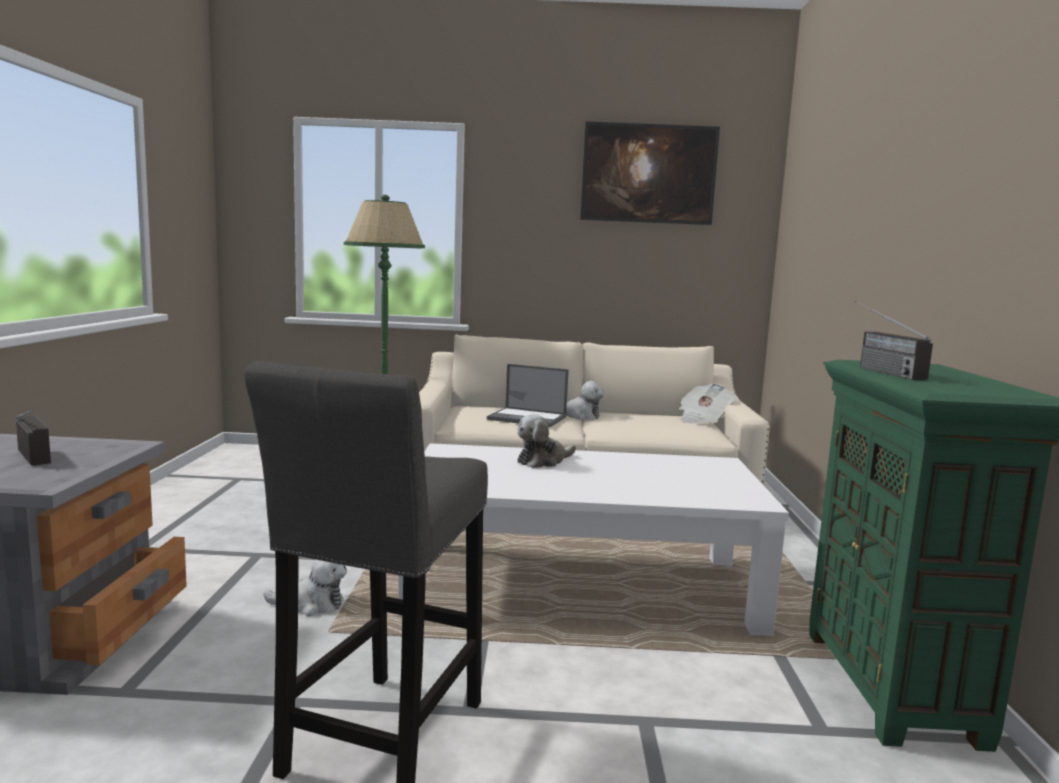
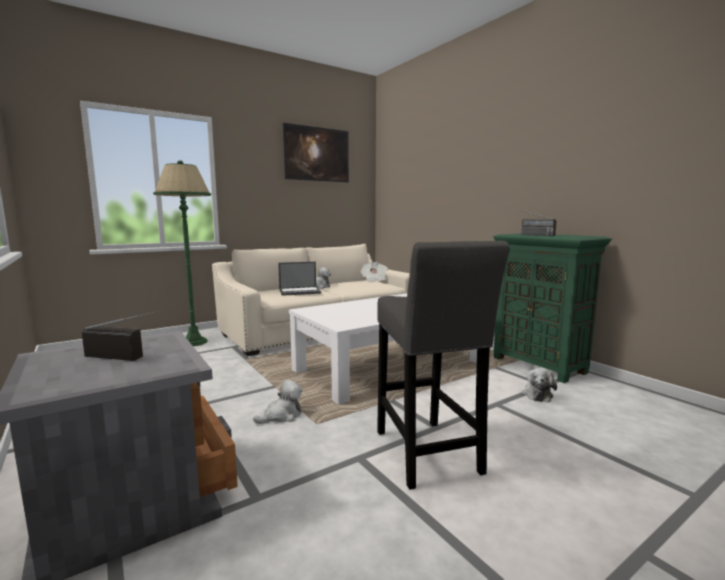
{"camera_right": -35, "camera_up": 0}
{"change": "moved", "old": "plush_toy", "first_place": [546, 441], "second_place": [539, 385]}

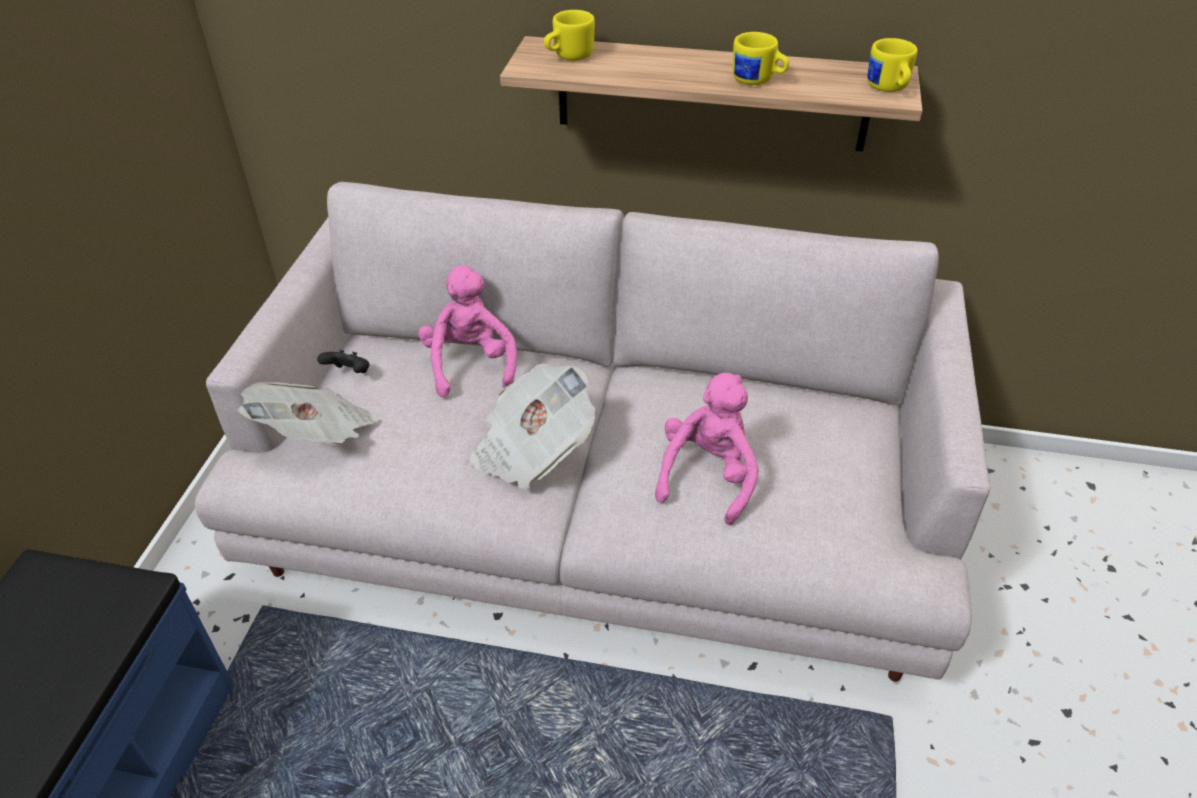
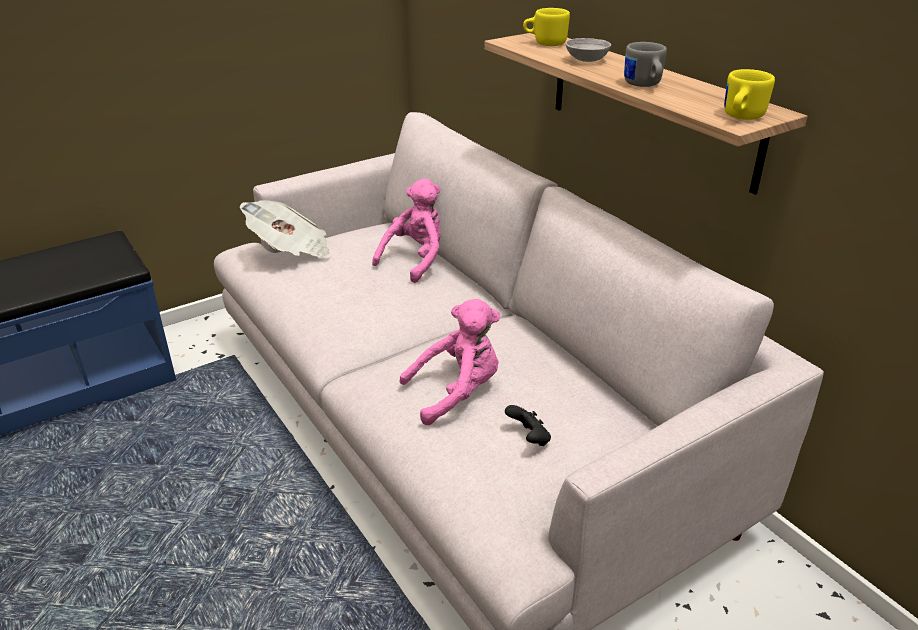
{"camera_right": 45, "camera_up": -10}
{"change": "recoloured", "old": "yellow_mug", "new": "grey_mug", "first_place": [760, 58], "second_place": [645, 64]}
{"change": "moved", "old": "black_game_controller", "first_place": [343, 361], "second_place": [528, 425]}
{"change": "removed", "old": "newspaper", "first_place": [533, 426]}
{"change": "added", "new": "grey_bowl", "second_place": [588, 50]}

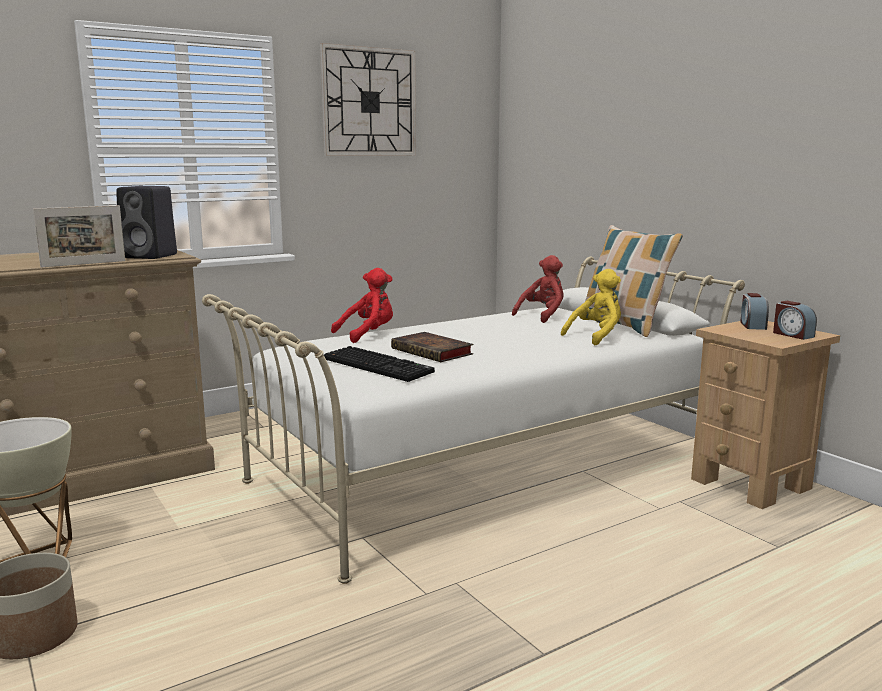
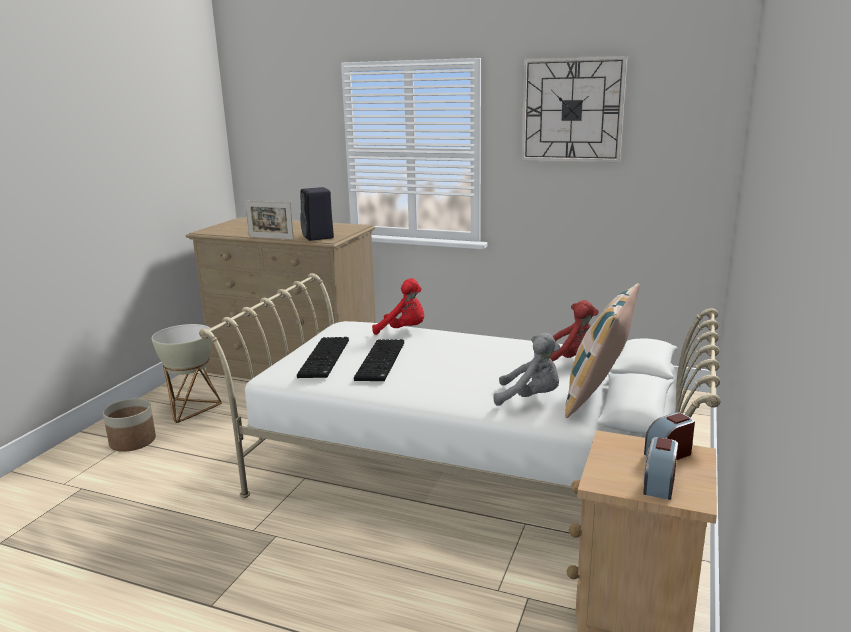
{"camera_right": 55, "camera_up": 5}
{"change": "recoloured", "old": "yellow_plush_toy", "new": "grey_plush_toy", "first_place": [591, 307], "second_place": [527, 369]}
{"change": "replaced", "old": "book", "new": "keyboard", "first_place": [432, 347], "second_place": [379, 360]}

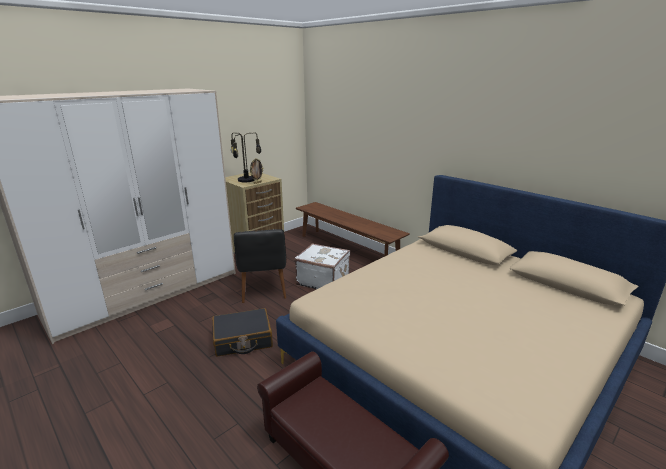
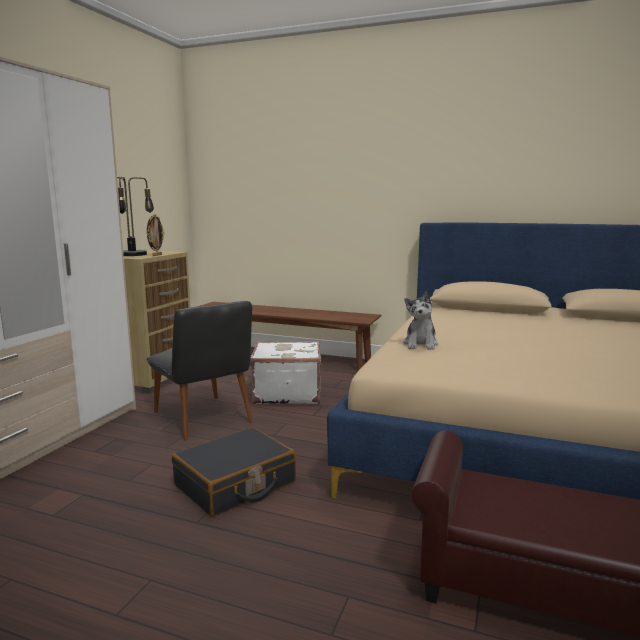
{"camera_right": -25, "camera_up": -10}
{"change": "added", "new": "plush_toy", "second_place": [420, 320]}

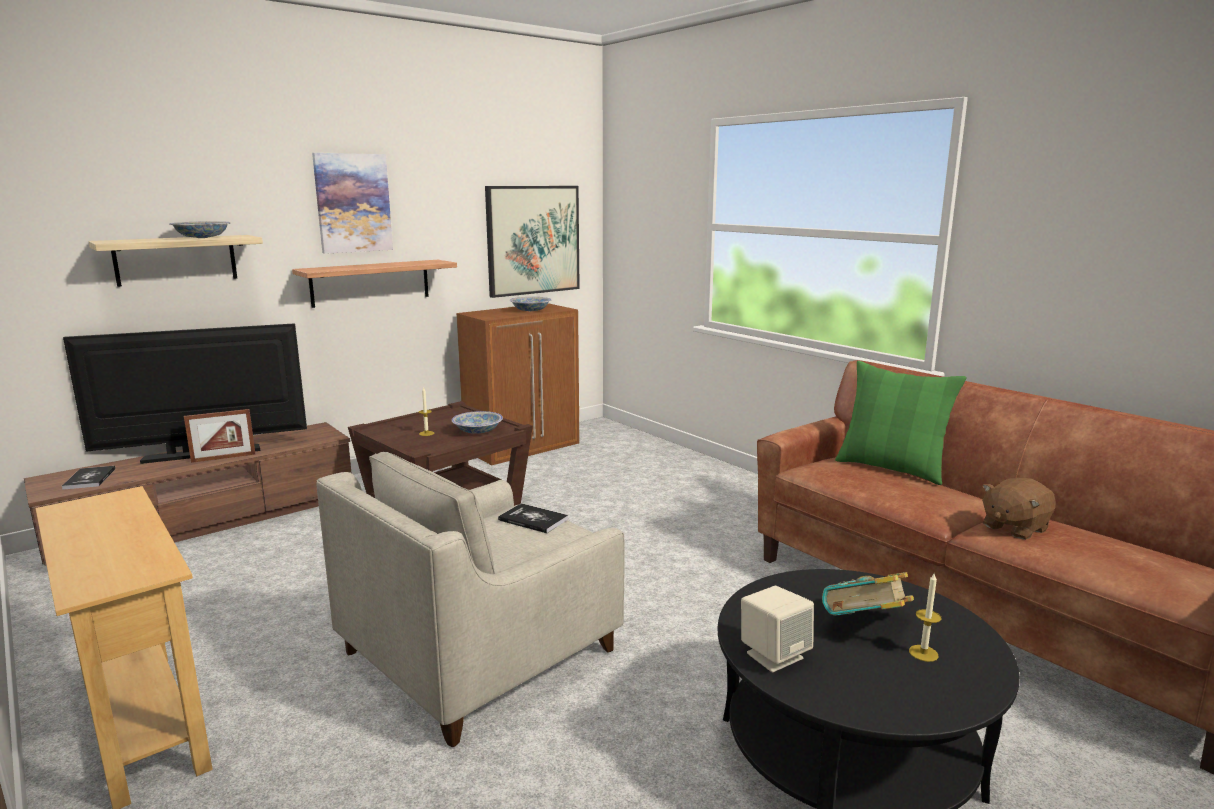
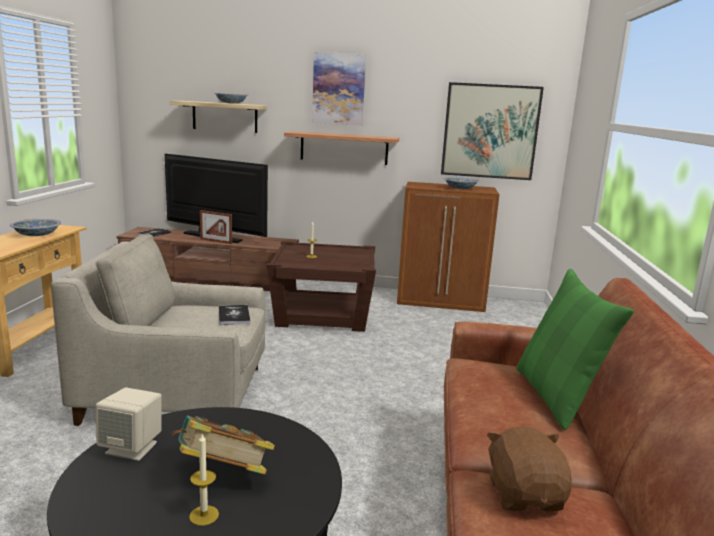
{"camera_right": 45, "camera_up": 0}
{"change": "moved", "old": "bowl", "first_place": [477, 422], "second_place": [35, 227]}
{"change": "turned", "old": "brown_plush_toy", "first_place": [1018, 509], "second_place": [529, 469], "degrees": 75}

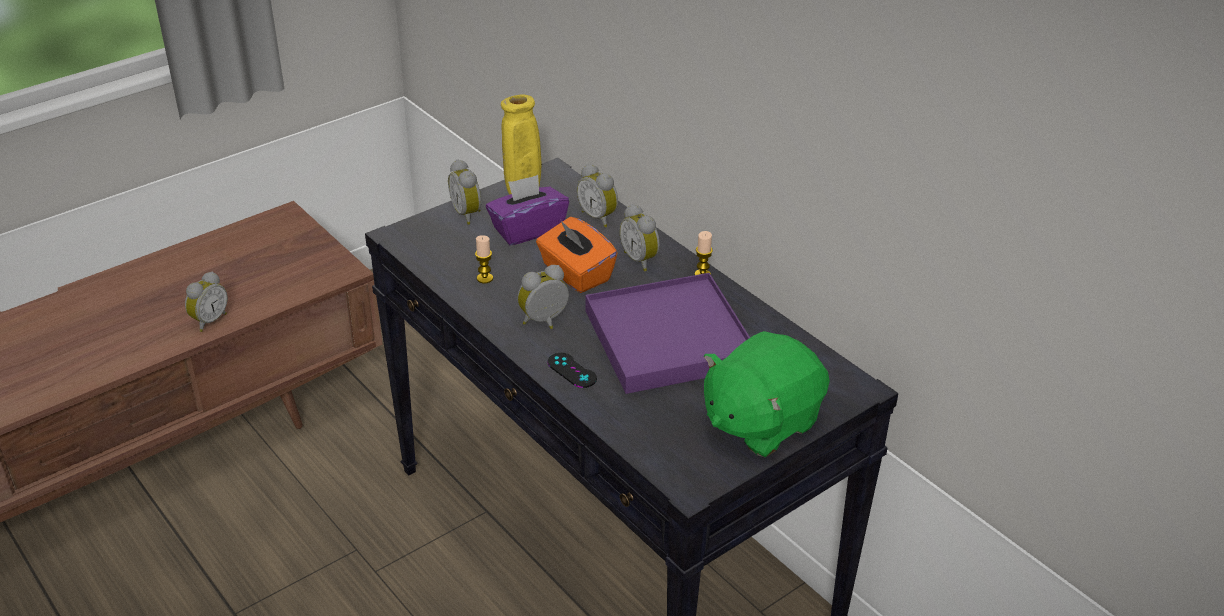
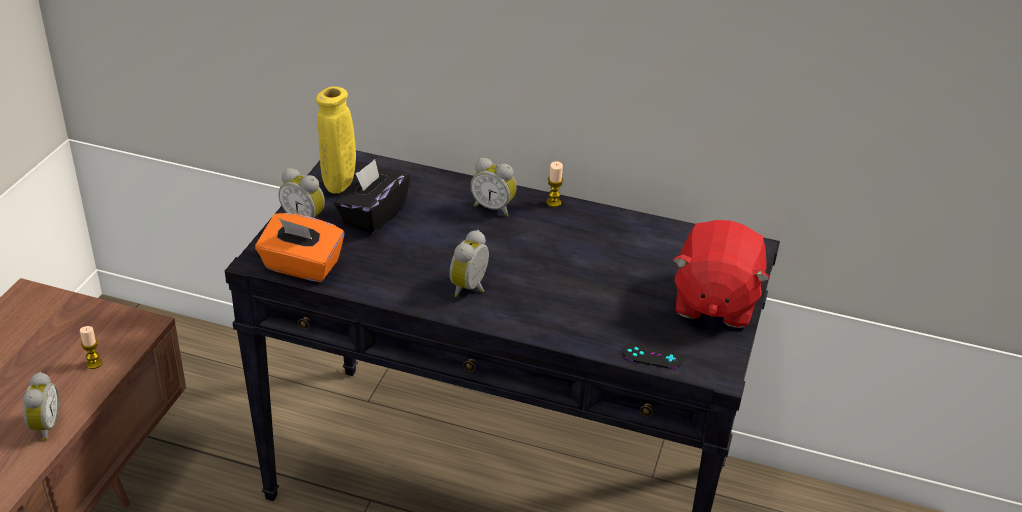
{"camera_right": -35, "camera_up": 0}
{"change": "removed", "old": "alarm_clock", "first_place": [597, 195]}
{"change": "recoloured", "old": "purple_tissue_box", "new": "black_tissue_box", "first_place": [527, 210], "second_place": [372, 196]}
{"change": "moved", "old": "orange_tissue_box", "first_place": [577, 255], "second_place": [299, 247]}
{"change": "moved", "old": "candle", "first_place": [484, 259], "second_place": [91, 347]}
{"change": "removed", "old": "purple_tray", "first_place": [667, 333]}
{"change": "recoloured", "old": "green_plush_toy", "new": "red_plush_toy", "first_place": [767, 394], "second_place": [721, 274]}
{"change": "moved", "old": "black_game_controller", "first_place": [572, 370], "second_place": [653, 356]}

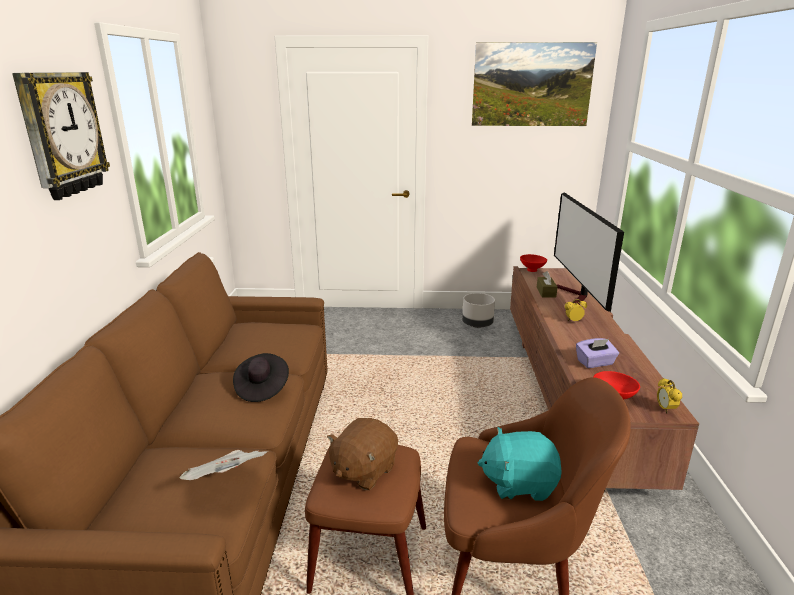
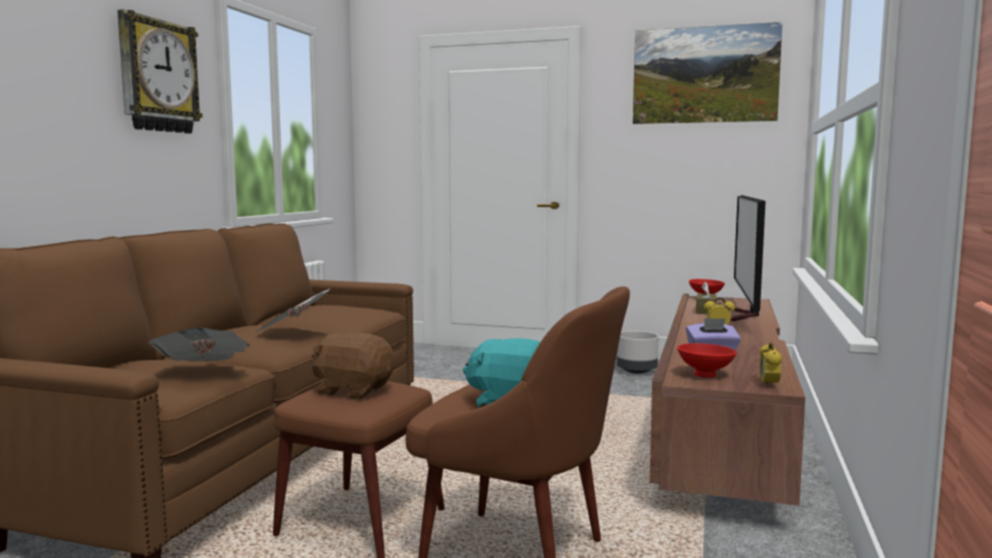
{"camera_right": 15, "camera_up": -15}
{"change": "replaced", "old": "black_hat", "new": "newspaper", "first_place": [261, 377], "second_place": [293, 310]}
{"change": "turned", "old": "brown_plush_toy", "first_place": [362, 454], "second_place": [352, 366], "degrees": 60}

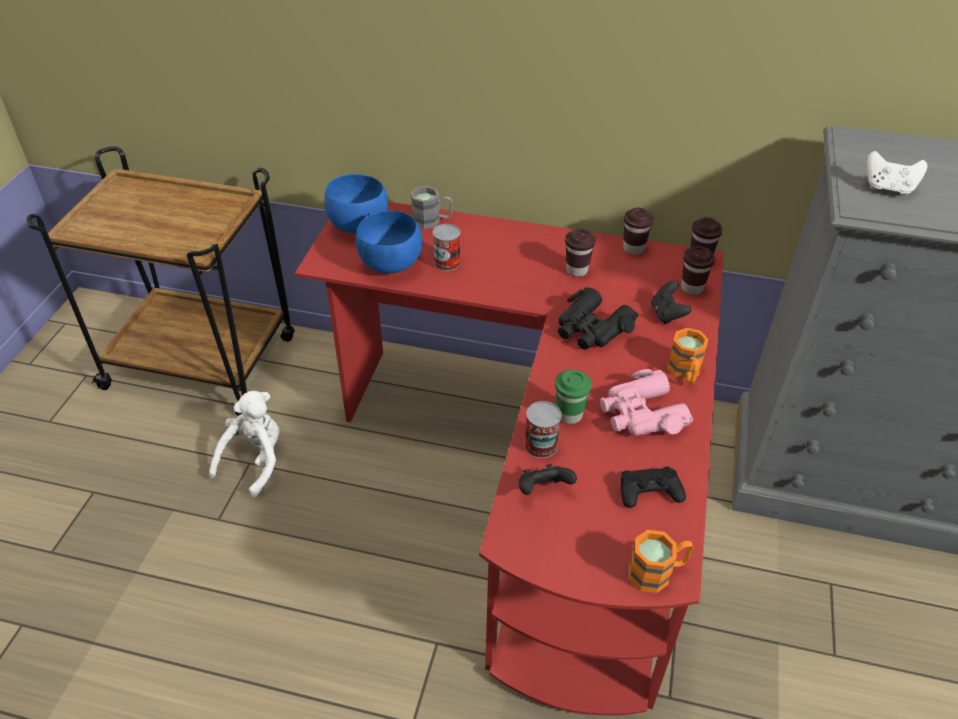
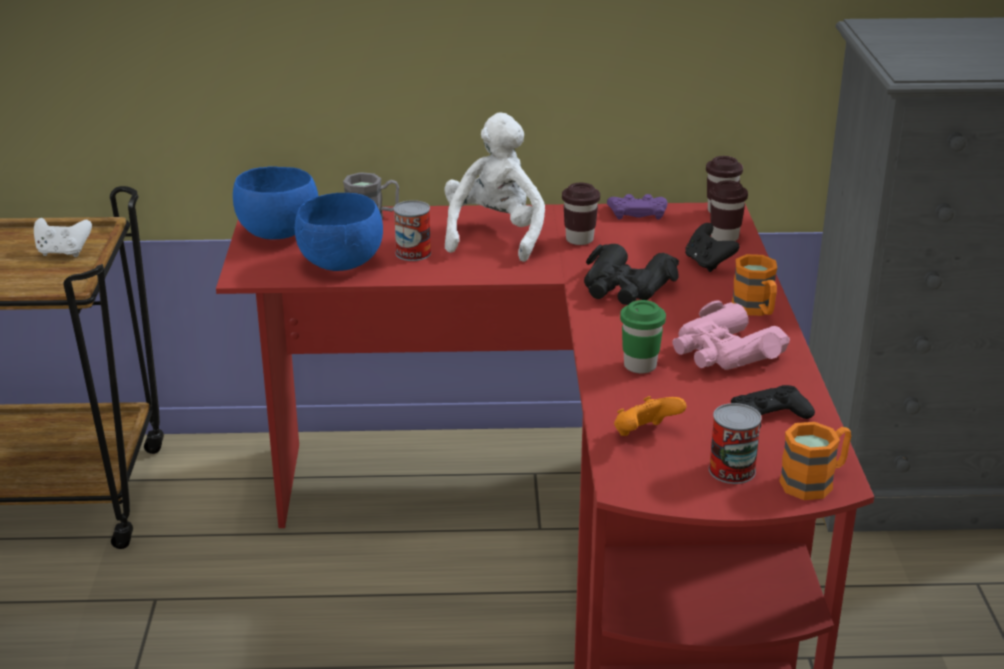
{"camera_right": -15, "camera_up": -15}
{"change": "moved", "old": "white_game_controller", "first_place": [897, 173], "second_place": [63, 237]}
{"change": "replaced", "old": "brown_cup", "new": "purple_game_controller", "first_place": [638, 231], "second_place": [637, 207]}
{"change": "moved", "old": "white_plush_toy", "first_place": [244, 444], "second_place": [494, 187]}
{"change": "moved", "old": "can", "first_place": [542, 429], "second_place": [735, 443]}
{"change": "recoloured", "old": "black_game_controller", "new": "orange_game_controller", "first_place": [548, 479], "second_place": [650, 416]}

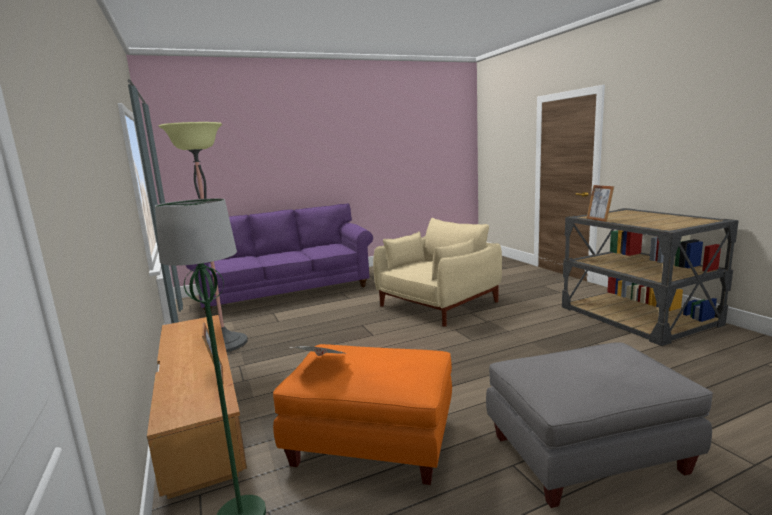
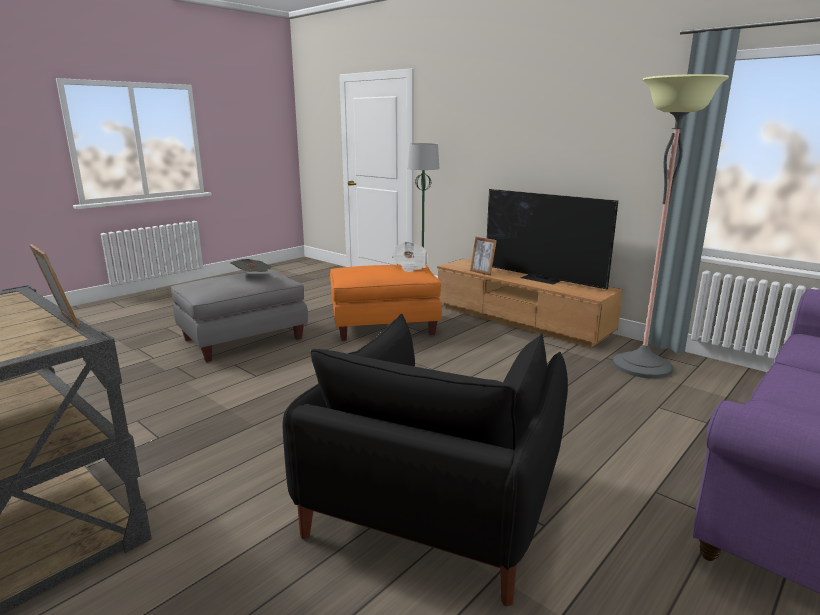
{"camera_right": 155, "camera_up": 5}
{"change": "recoloured", "old": "beige_armchair", "new": "black_armchair", "first_place": [437, 272], "second_place": [425, 460]}
{"change": "added", "new": "television", "second_place": [552, 239]}
{"change": "added", "new": "newspaper", "second_place": [250, 265]}

